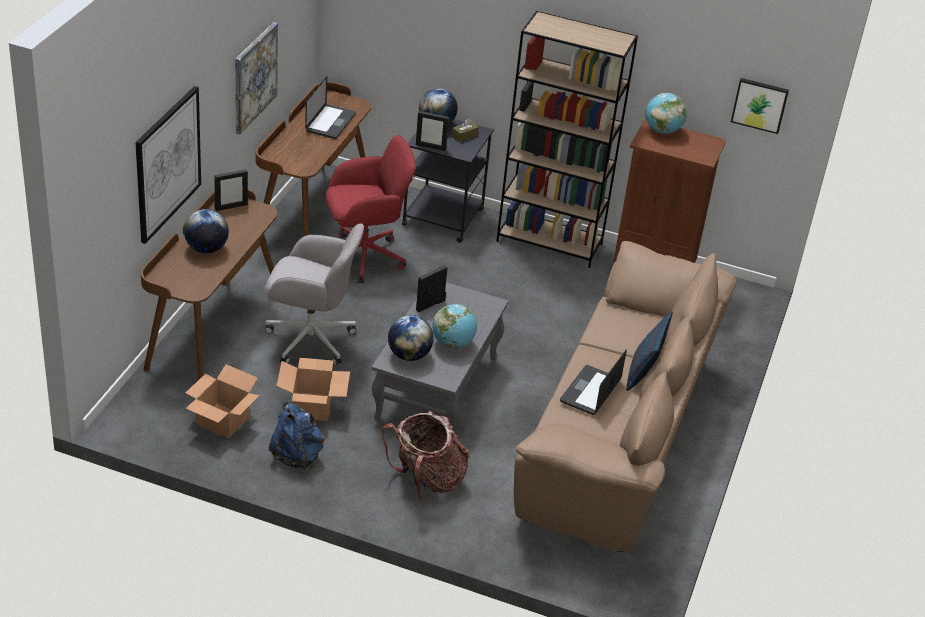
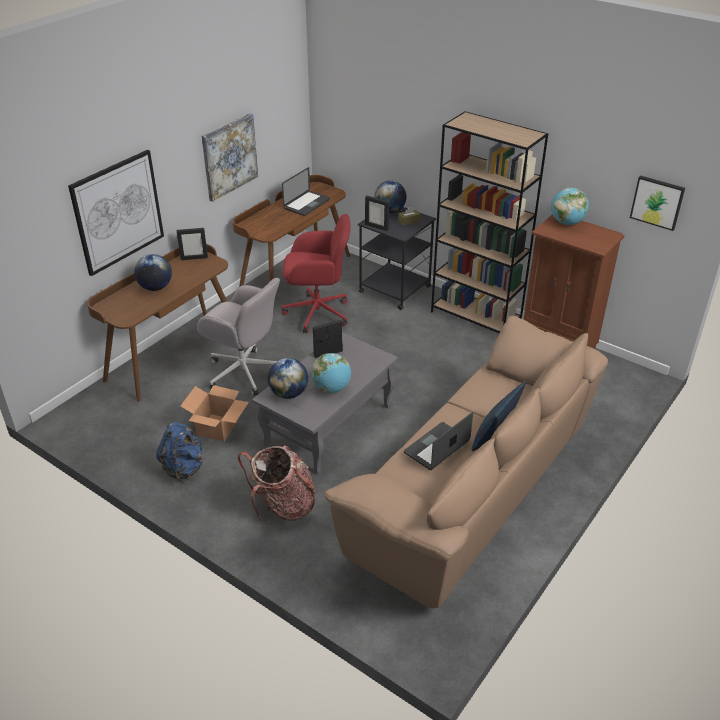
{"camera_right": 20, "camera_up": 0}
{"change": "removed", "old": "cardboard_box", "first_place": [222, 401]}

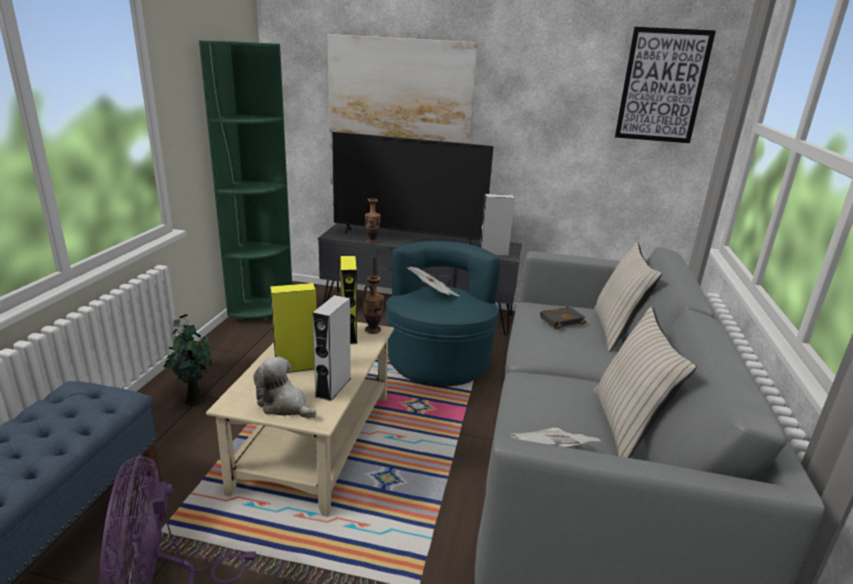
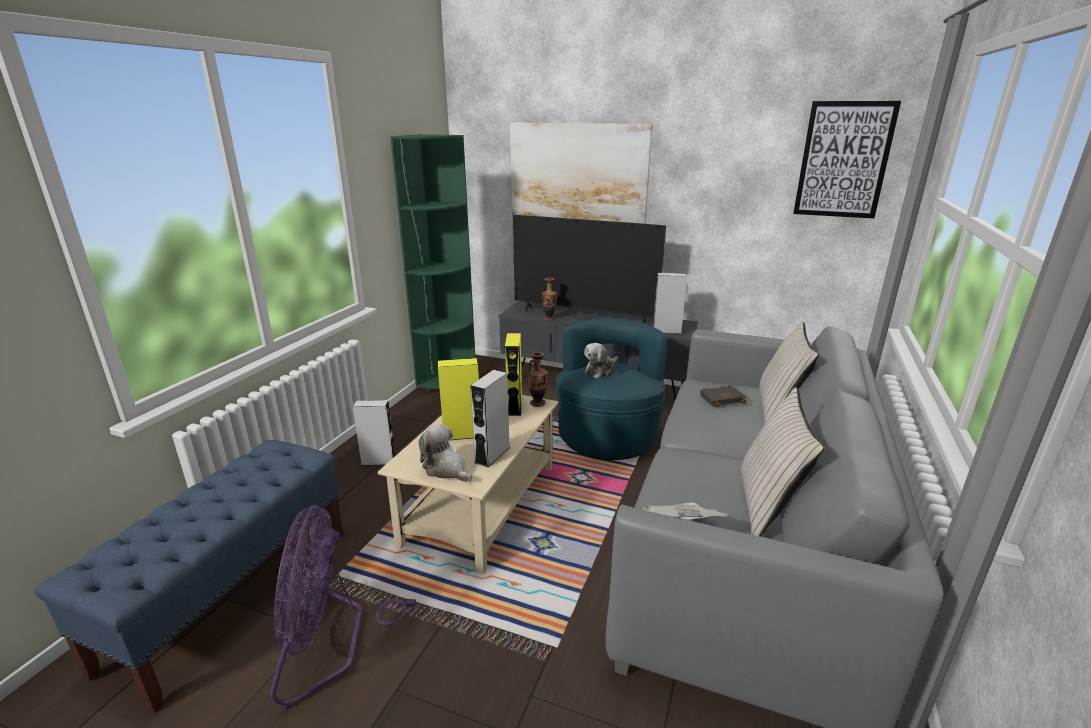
{"camera_right": 10, "camera_up": 0}
{"change": "replaced", "old": "newspaper", "new": "plush_toy", "first_place": [433, 281], "second_place": [601, 360]}
{"change": "replaced", "old": "potted_plant", "new": "grey_speaker", "first_place": [188, 360], "second_place": [374, 433]}

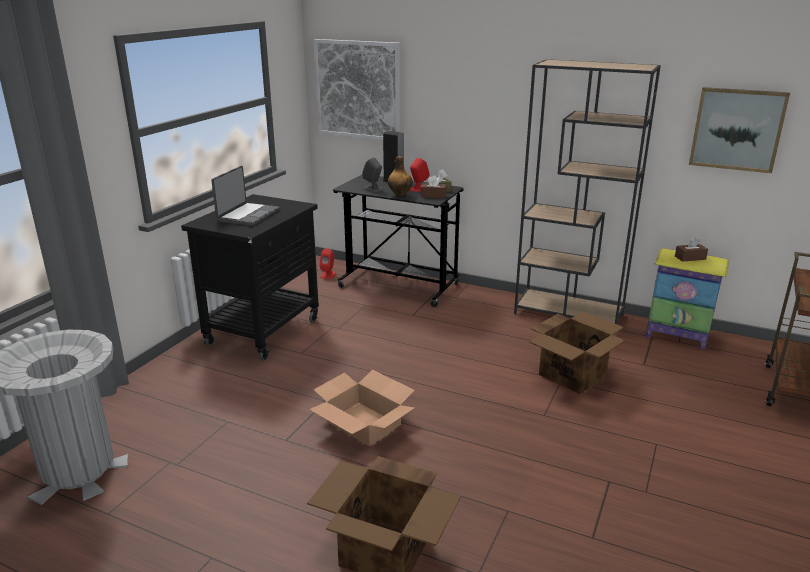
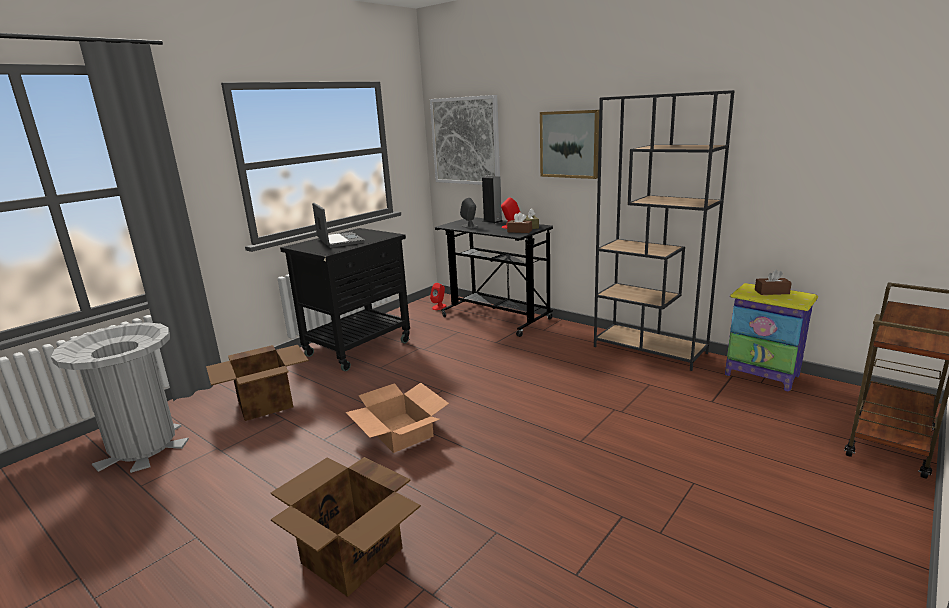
{"camera_right": 15, "camera_up": -5}
{"change": "moved", "old": "picture", "first_place": [739, 130], "second_place": [569, 144]}
{"change": "removed", "old": "bottle", "first_place": [400, 176]}
{"change": "turned", "old": "laptop", "first_place": [245, 196], "second_place": [338, 225], "degrees": -60}
{"change": "moved", "old": "cardboard_box", "first_place": [577, 353], "second_place": [257, 383]}

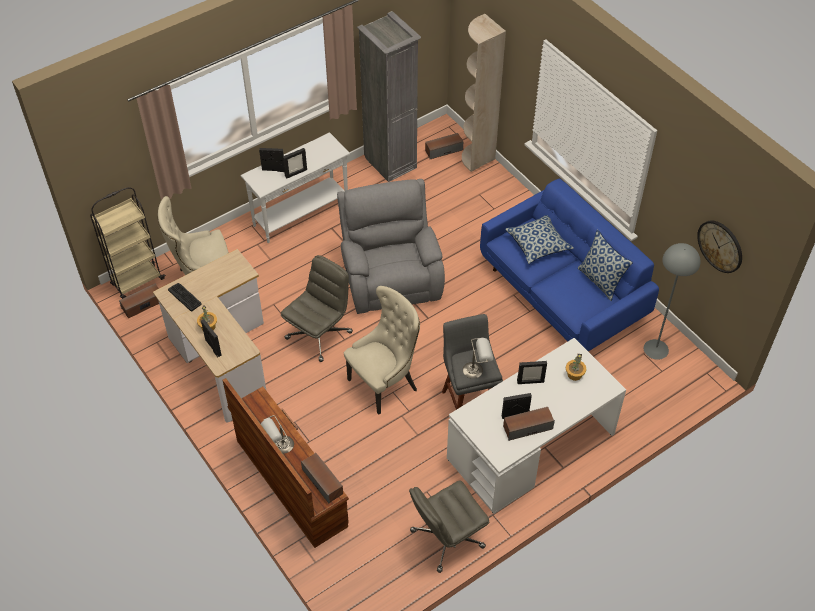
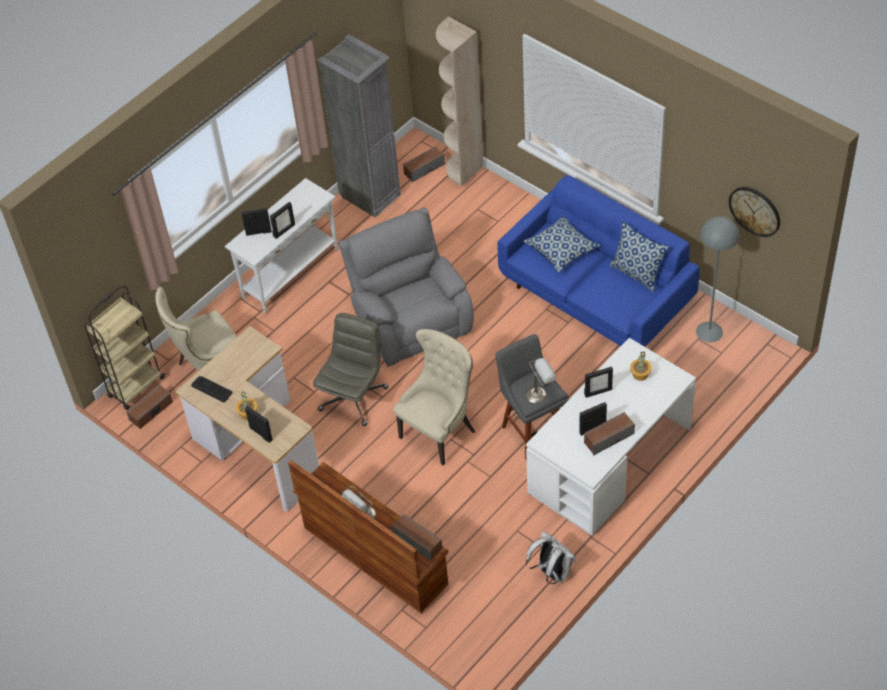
{"camera_right": -10, "camera_up": 0}
{"change": "replaced", "old": "grey_office_chair", "new": "white_backpack", "first_place": [449, 526], "second_place": [551, 557]}

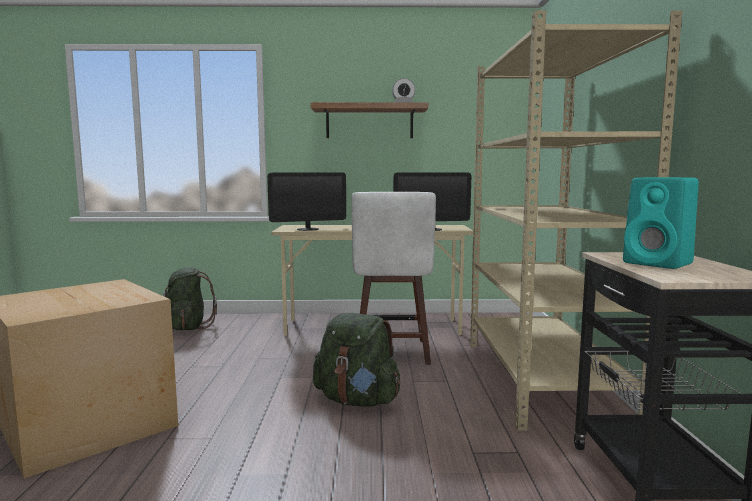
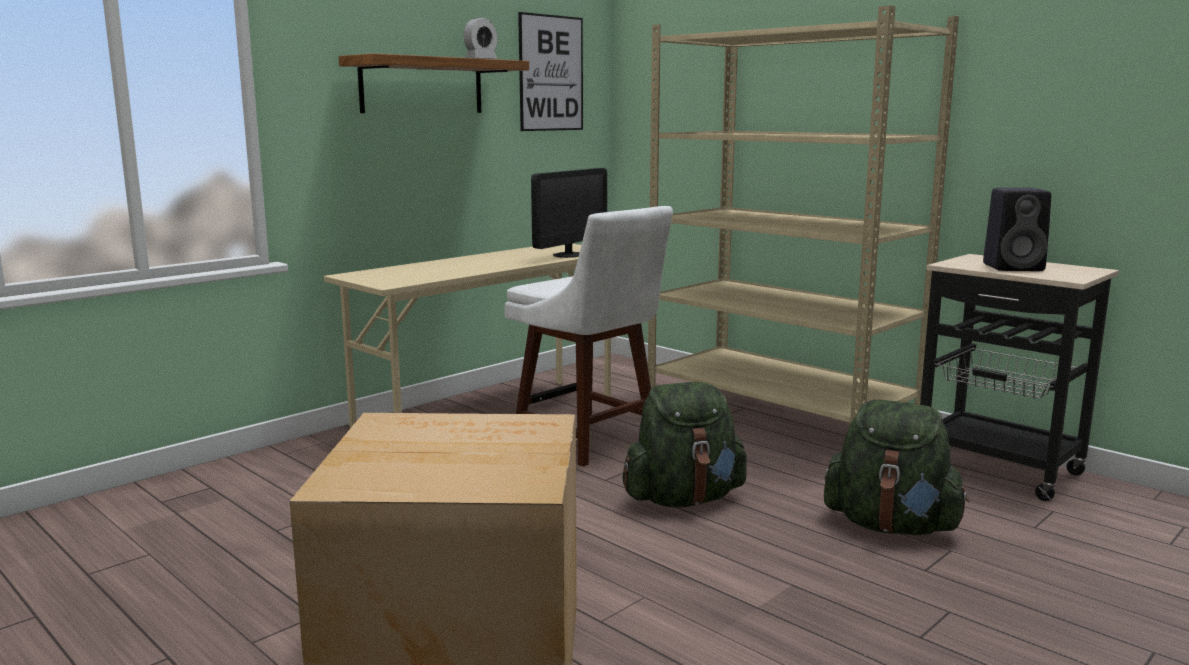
{"camera_right": -45, "camera_up": 5}
{"change": "removed", "old": "monitor", "first_place": [306, 201]}
{"change": "recoloured", "old": "turquoise_speaker", "new": "black_speaker", "first_place": [661, 223], "second_place": [1017, 229]}
{"change": "moved", "old": "green_backpack", "first_place": [190, 299], "second_place": [897, 467]}
{"change": "added", "new": "picture", "second_place": [550, 71]}

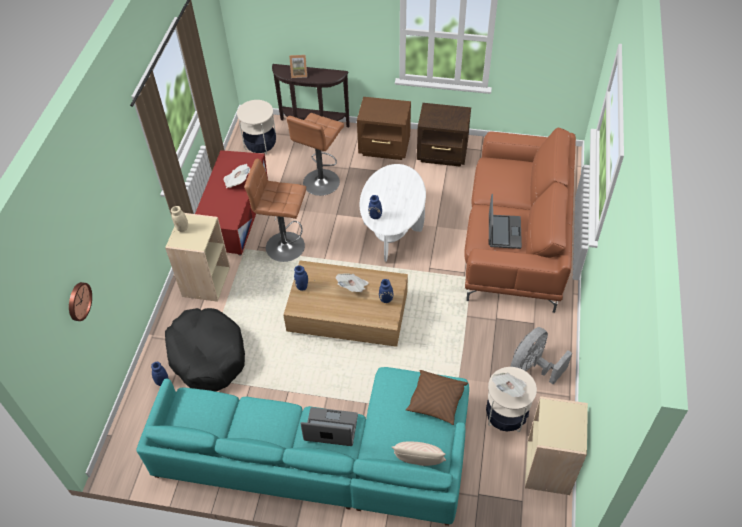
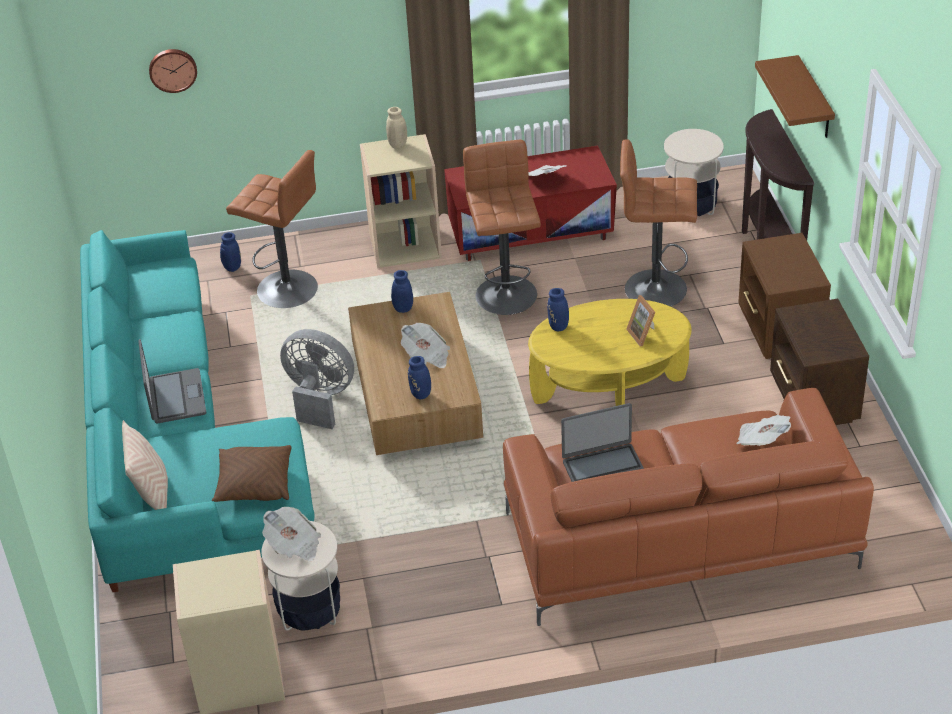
{"camera_right": 70, "camera_up": -10}
{"change": "moved", "old": "picture_frame", "first_place": [298, 66], "second_place": [640, 320]}
{"change": "recoloured", "old": "white_coffee_table", "new": "yellow_coffee_table", "first_place": [393, 213], "second_place": [610, 352]}
{"change": "replaced", "old": "black_dog_bed", "new": "brown_stool", "first_place": [205, 350], "second_place": [272, 229]}
{"change": "moved", "old": "grey_fan", "first_place": [541, 356], "second_place": [317, 379]}
{"change": "added", "new": "brown_shelf", "second_place": [795, 96]}
{"change": "added", "new": "newspaper", "second_place": [764, 430]}

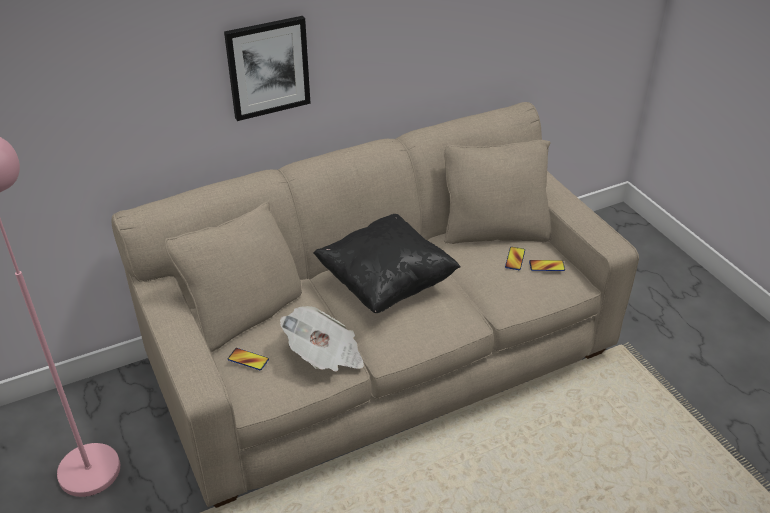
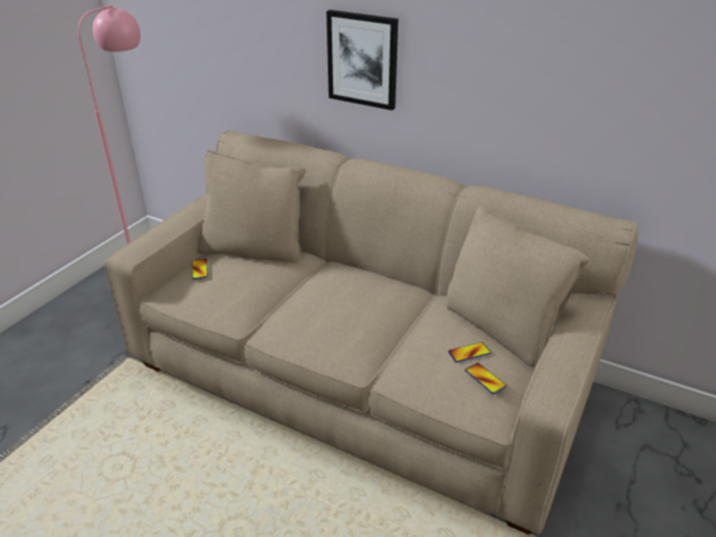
{"camera_right": 55, "camera_up": -5}
{"change": "removed", "old": "black_pillow", "first_place": [387, 263]}
{"change": "removed", "old": "newspaper", "first_place": [322, 339]}

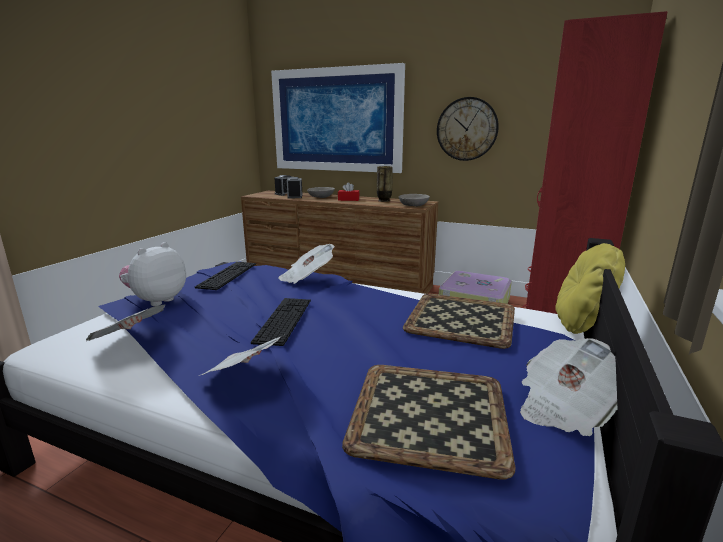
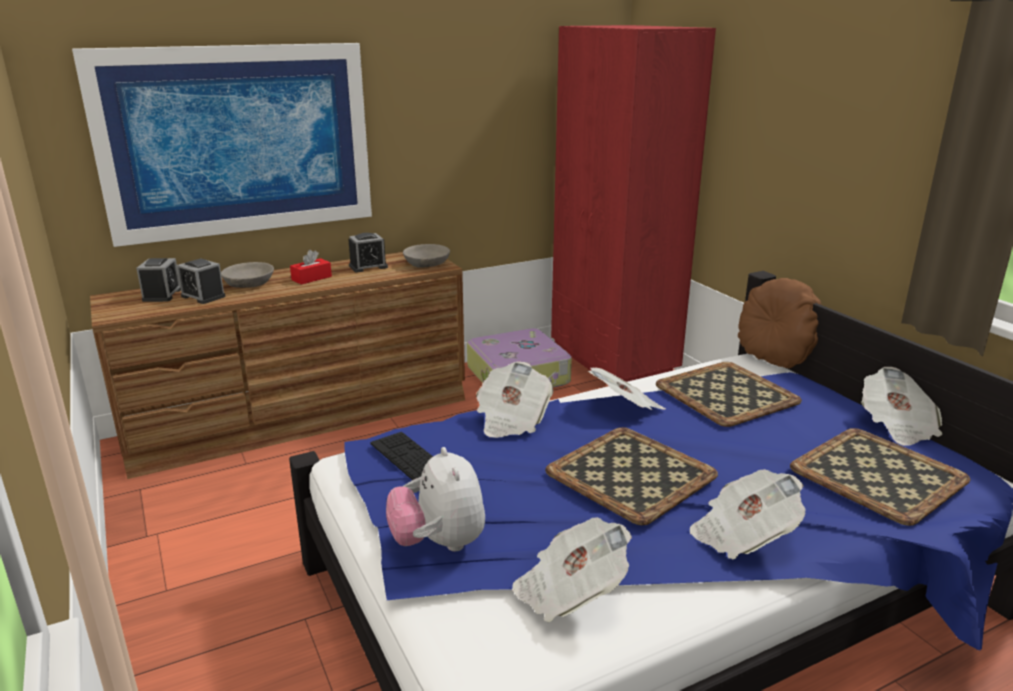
{"camera_right": -50, "camera_up": 5}
{"change": "removed", "old": "wall_clock", "first_place": [468, 129]}
{"change": "replaced", "old": "vase", "new": "alarm_clock", "first_place": [384, 184], "second_place": [368, 252]}
{"change": "recoloured", "old": "yellow_pillow", "new": "brown_pillow", "first_place": [590, 288], "second_place": [779, 323]}
{"change": "replaced", "old": "keyboard", "new": "tray", "first_place": [281, 322], "second_place": [631, 476]}
{"change": "added", "new": "newspaper", "second_place": [627, 389]}

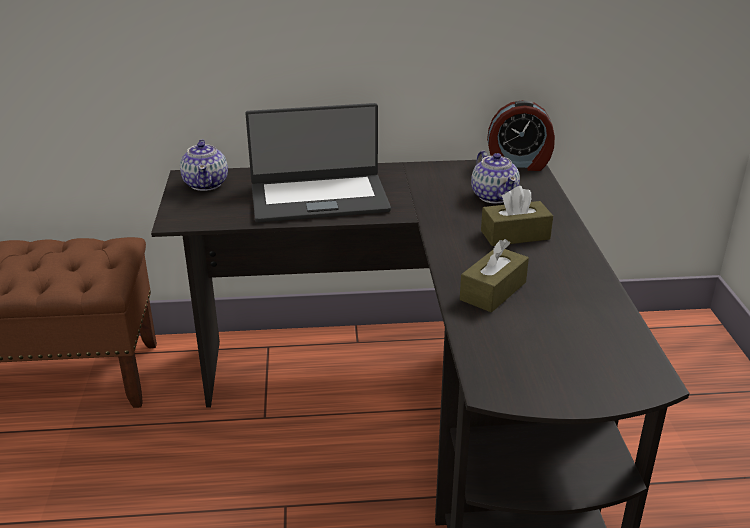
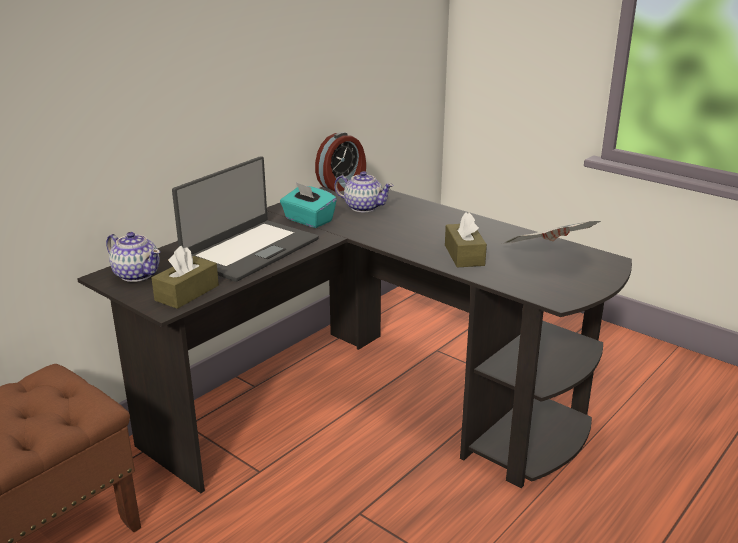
{"camera_right": -45, "camera_up": -5}
{"change": "moved", "old": "brown_tissue_box", "first_place": [517, 216], "second_place": [185, 277]}
{"change": "added", "new": "turquoise_tissue_box", "second_place": [308, 205]}
{"change": "added", "new": "newspaper", "second_place": [553, 232]}

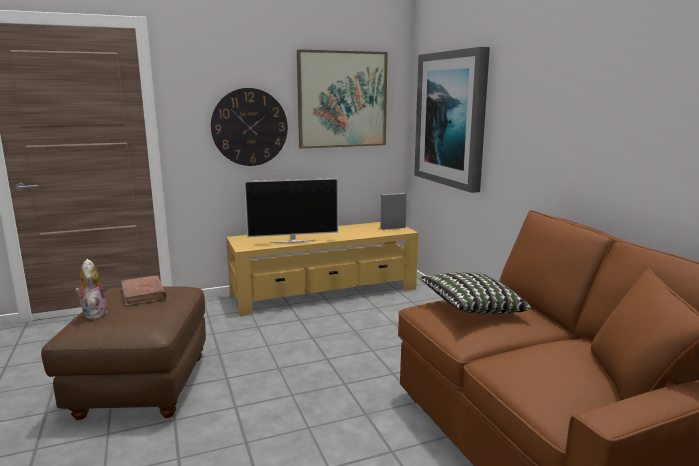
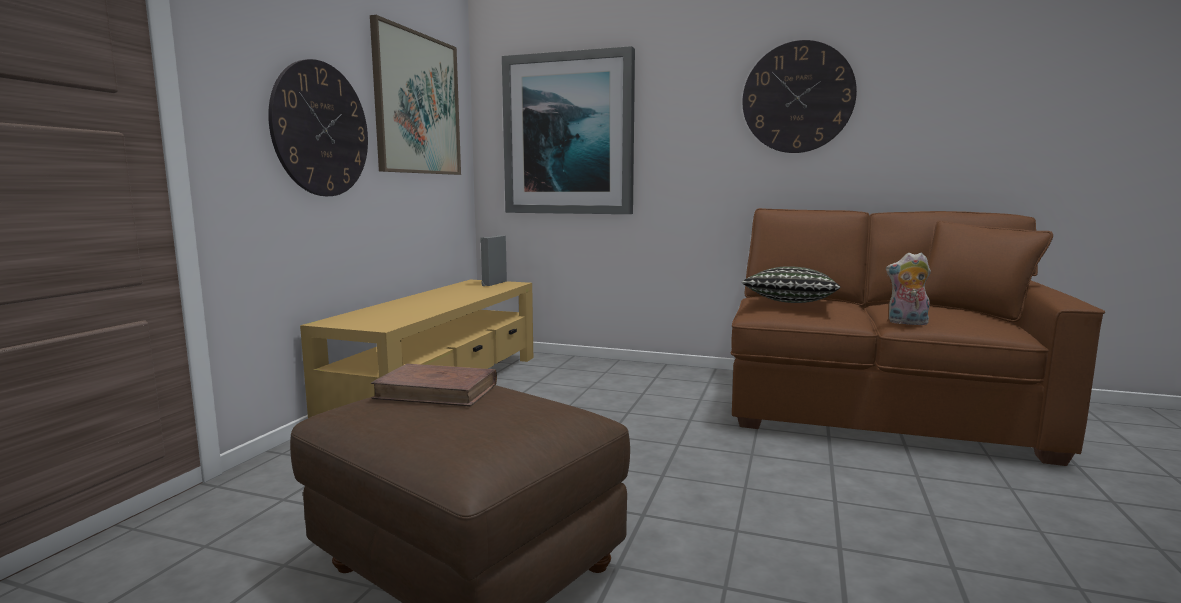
{"camera_right": -50, "camera_up": -5}
{"change": "removed", "old": "television", "first_place": [291, 210]}
{"change": "moved", "old": "plush_toy", "first_place": [91, 289], "second_place": [908, 289]}
{"change": "added", "new": "wall_clock", "second_place": [799, 96]}

